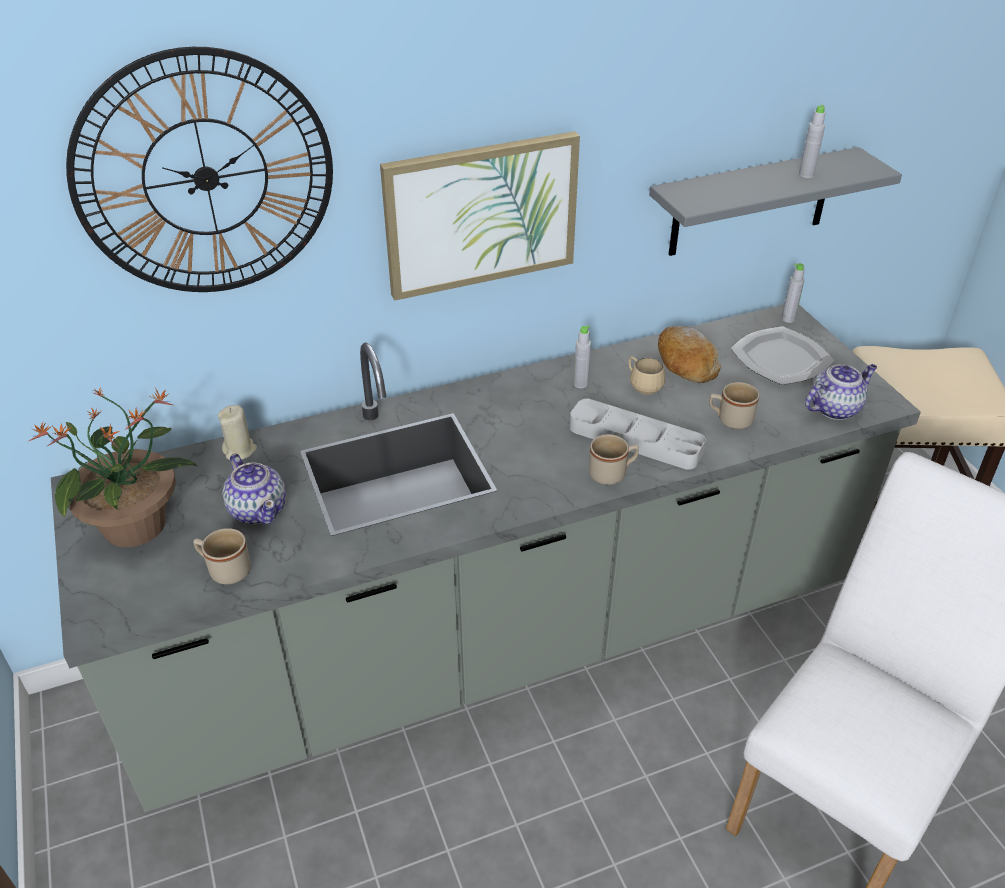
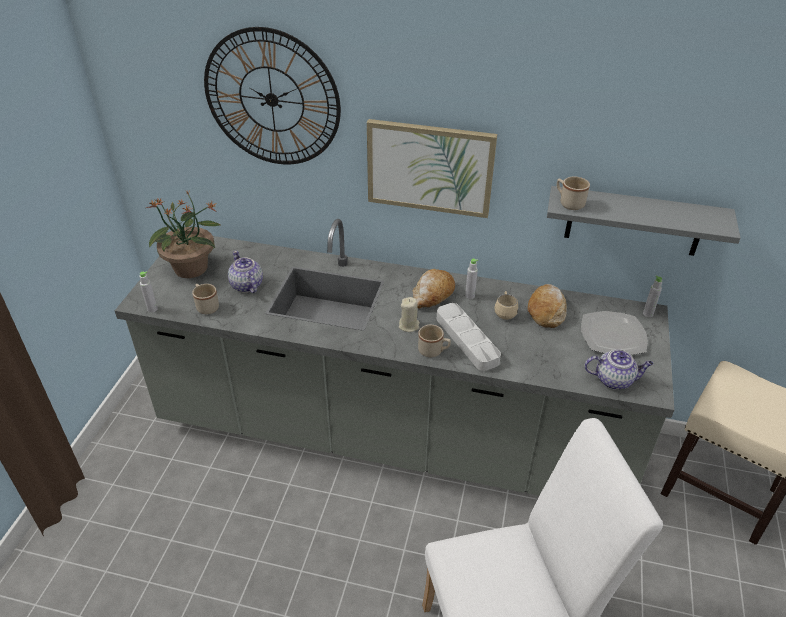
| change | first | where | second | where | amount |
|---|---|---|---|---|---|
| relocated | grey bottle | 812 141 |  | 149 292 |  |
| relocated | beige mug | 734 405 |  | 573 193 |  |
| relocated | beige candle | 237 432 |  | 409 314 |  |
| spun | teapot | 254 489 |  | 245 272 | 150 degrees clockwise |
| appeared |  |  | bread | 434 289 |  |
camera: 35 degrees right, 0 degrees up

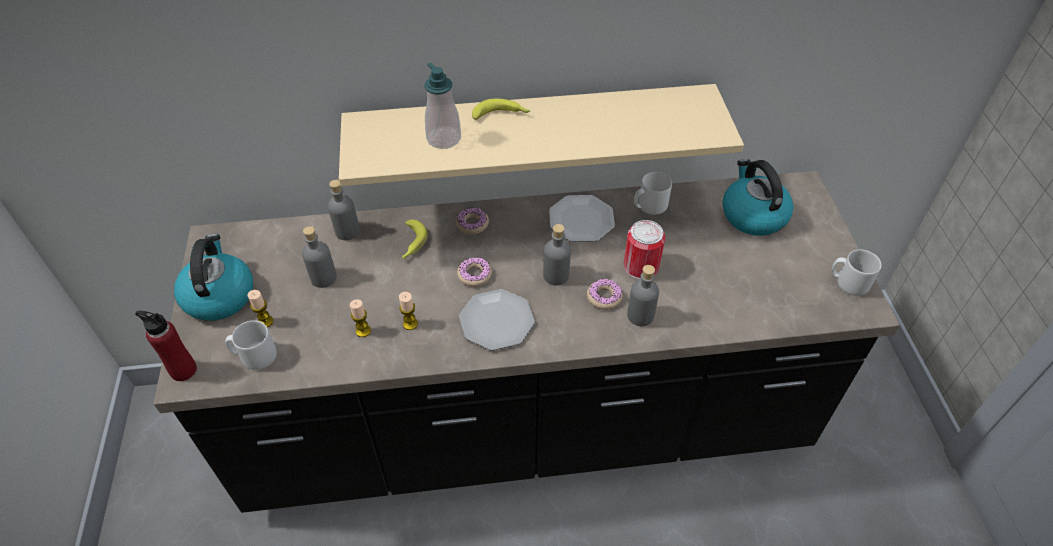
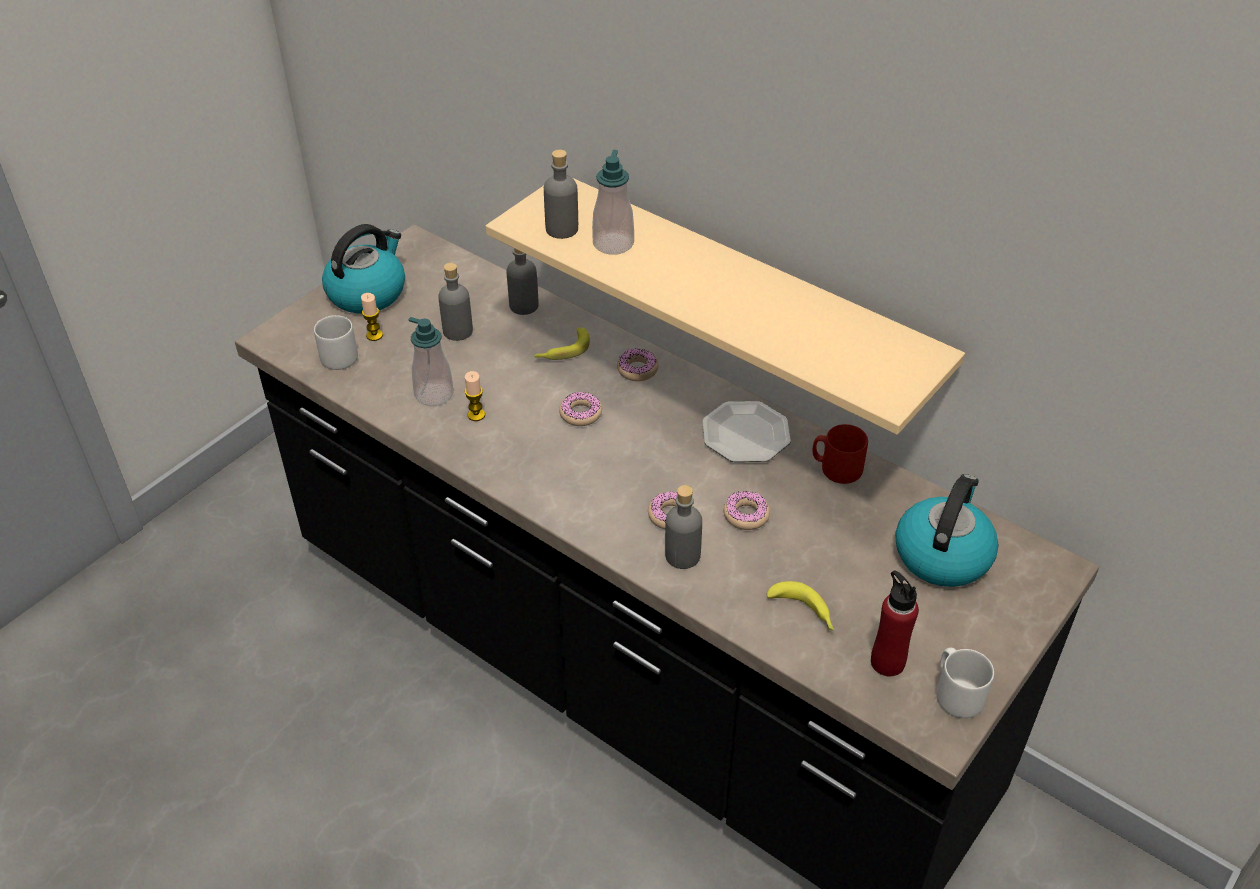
| change | first | where | second | where | amount |
|---|---|---|---|---|---|
| relocated | banana | 501 109 |  | 800 605 |  |
| colour | white mug | 653 193 | red mug | 840 454 |  |
| exchanged | can | 644 249 | donut | 747 510 |  |
| relocated | grey bottle | 557 254 |  | 561 194 |  |
| missing | plate | 497 319 |  |  |  |
| exchanged | candle | 360 318 | soap dispenser | 431 361 |  |
| relocated | red bottle | 166 346 |  | 895 624 |  |
camera: 45 degrees right, 5 degrees down

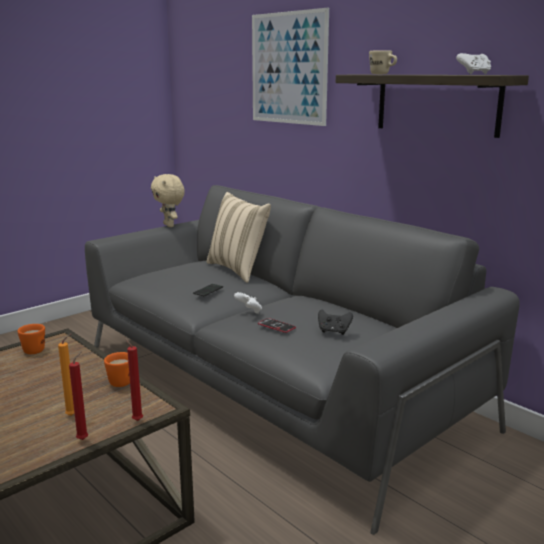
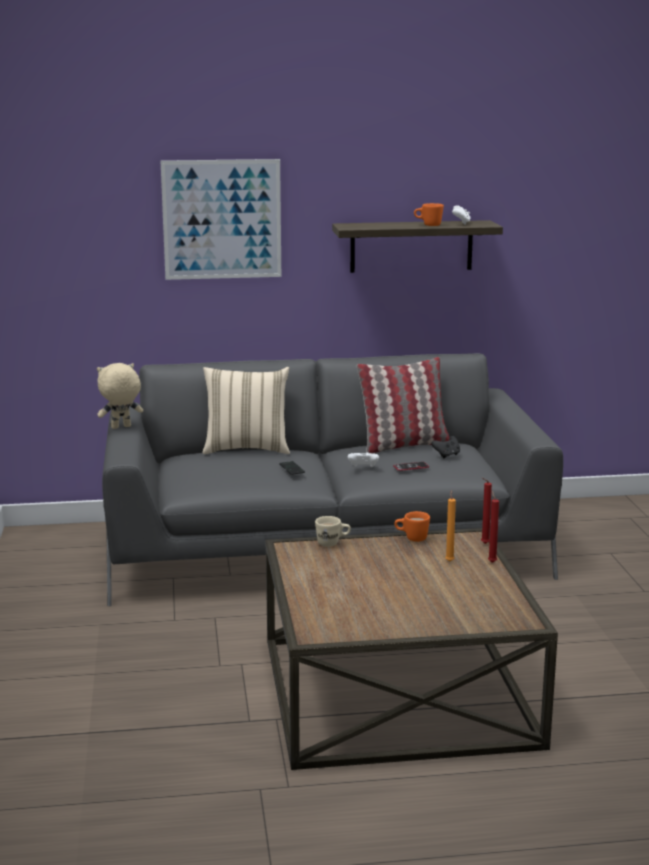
| change | first | where | second | where | amount |
|---|---|---|---|---|---|
| relocated | beige mug | 383 62 |  | 333 531 |  |
| spun | beige plush toy | 168 200 |  | 120 396 | 150 degrees clockwise |
| relocated | orange mug | 31 339 |  | 429 214 |  |
| appeared |  |  | pillow | 403 405 |  |
camera: 55 degrees left, 0 degrees up

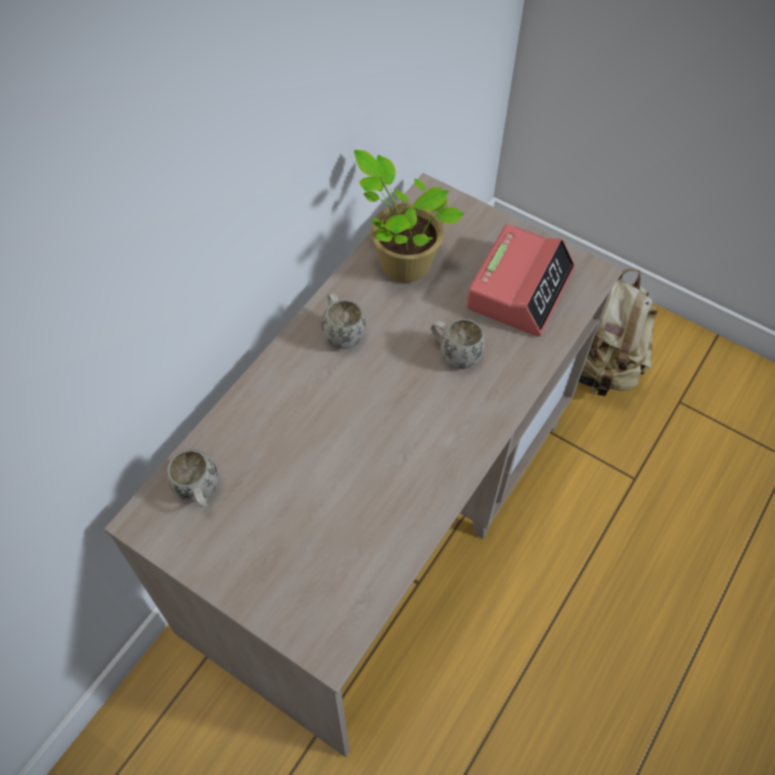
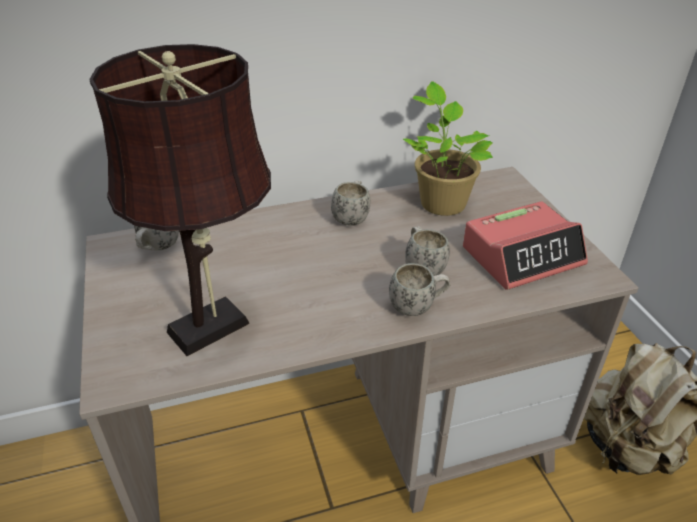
| change | first | where | second | where | amount |
|---|---|---|---|---|---|
| appeared |  |  | brown table lamp | 180 200 |  |
| appeared |  |  | white mug | 419 289 |  |
camera: 40 degrees right, 20 degrees down

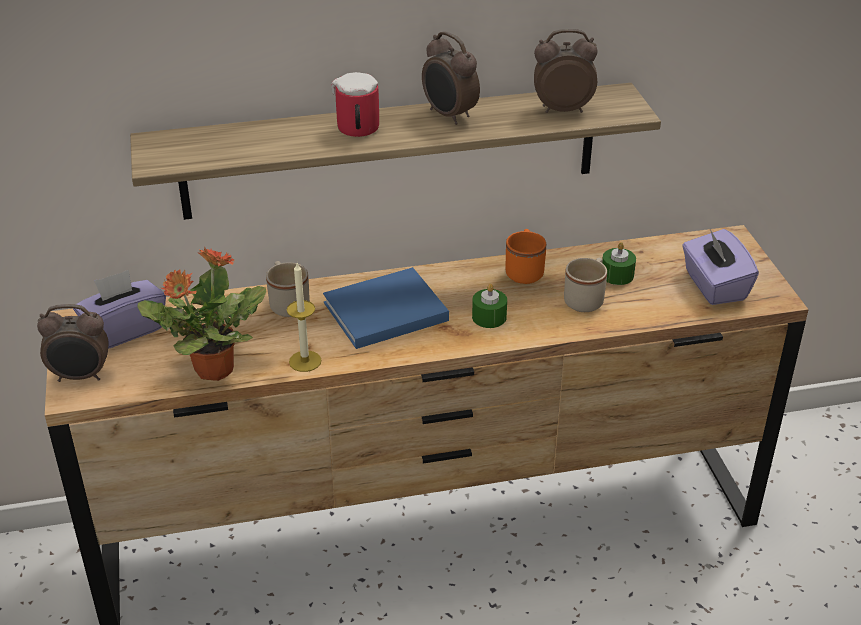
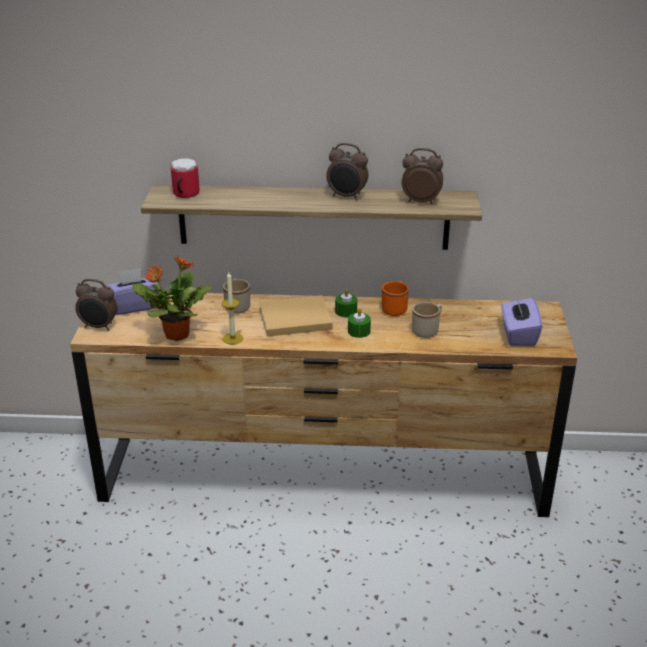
| change | first | where | second | where | amount |
|---|---|---|---|---|---|
| spun | alarm clock | 451 78 |  | 347 171 | 45 degrees counterclockwise |
| relocated | mug | 355 104 |  | 184 178 |  |
| relocated | green candle | 619 263 |  | 346 303 |  |
| colour | blue book | 386 308 | beige book | 296 316 |  |
camera: 15 degrees right, 5 degrees down

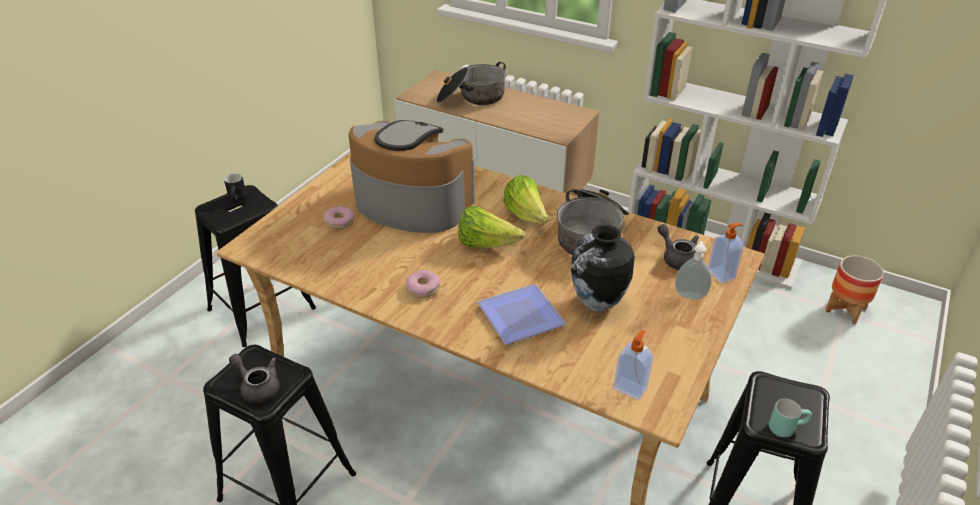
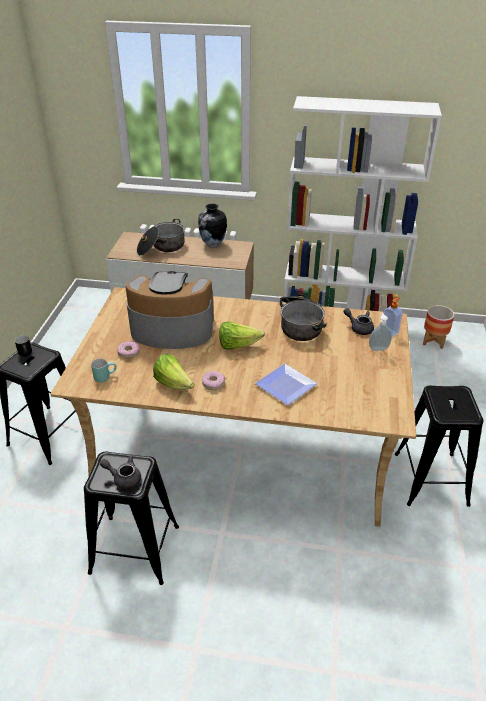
| change | first | where | second | where | amount |
|---|---|---|---|---|---|
| relocated | lettuce | 526 199 |  | 173 371 |  |
| relocated | vase | 603 268 |  | 212 226 |  |
| missing | soap dispenser | 633 365 |  |  |  |
| relocated | turquoise mug | 790 418 |  | 103 370 |  |
camera: 20 degrees left, 0 degrees up

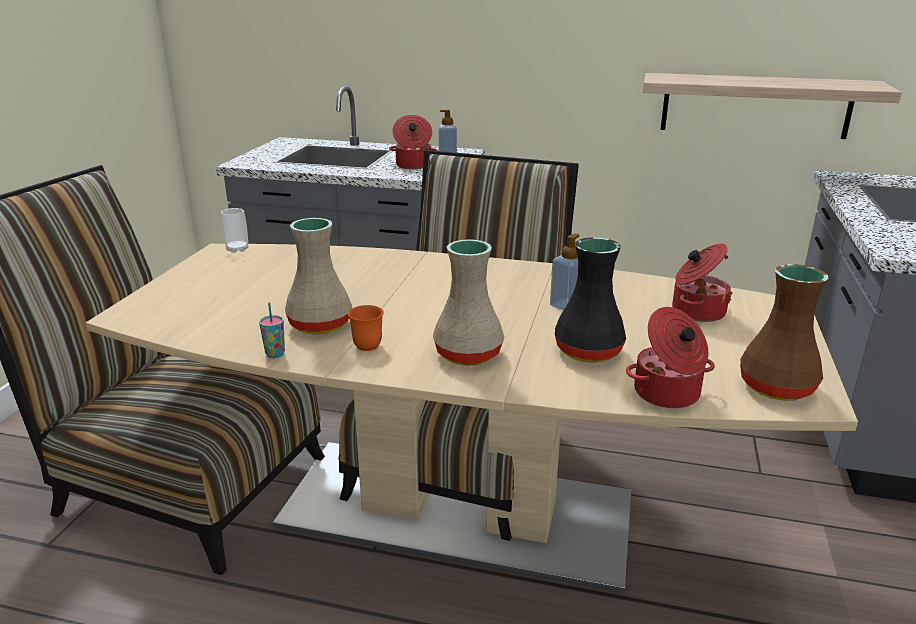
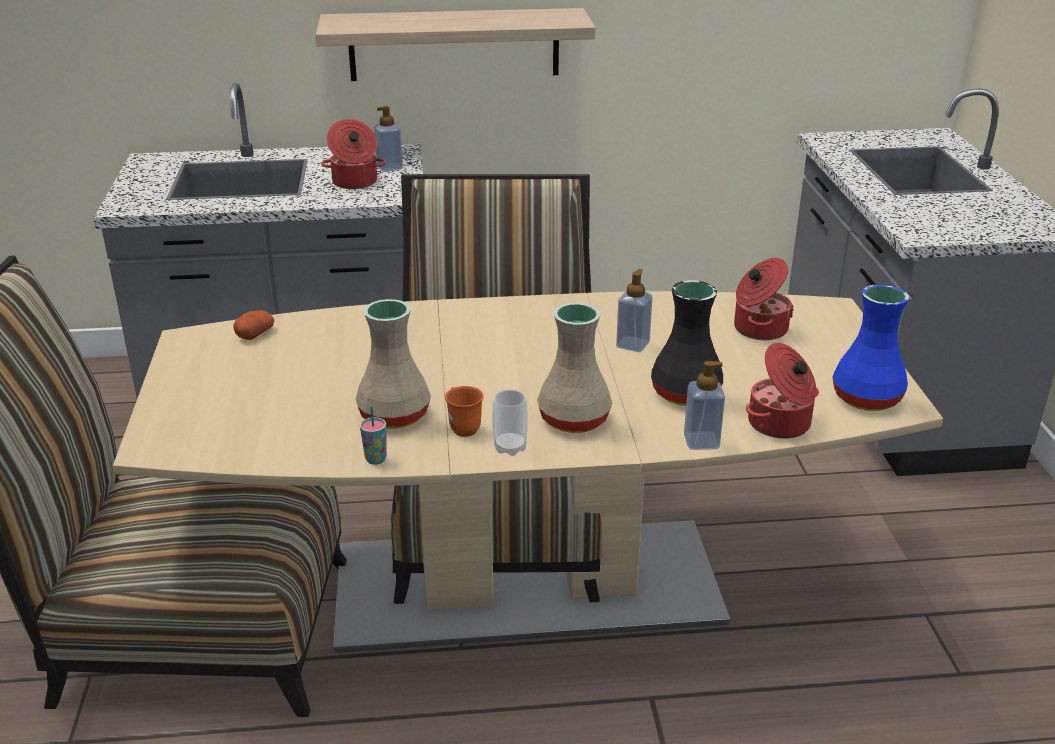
| change | first | where | second | where | amount |
|---|---|---|---|---|---|
| relocated | shelf | 772 106 |  | 456 44 |  |
| relocated | cup | 234 230 |  | 510 422 |  |
| colour | brown vase | 784 332 | blue vase | 870 348 |  |
| appeared |  |  | potato | 253 325 |  |
| appeared |  |  | soap dispenser | 704 405 |  |
camera: 20 degrees left, 5 degrees up

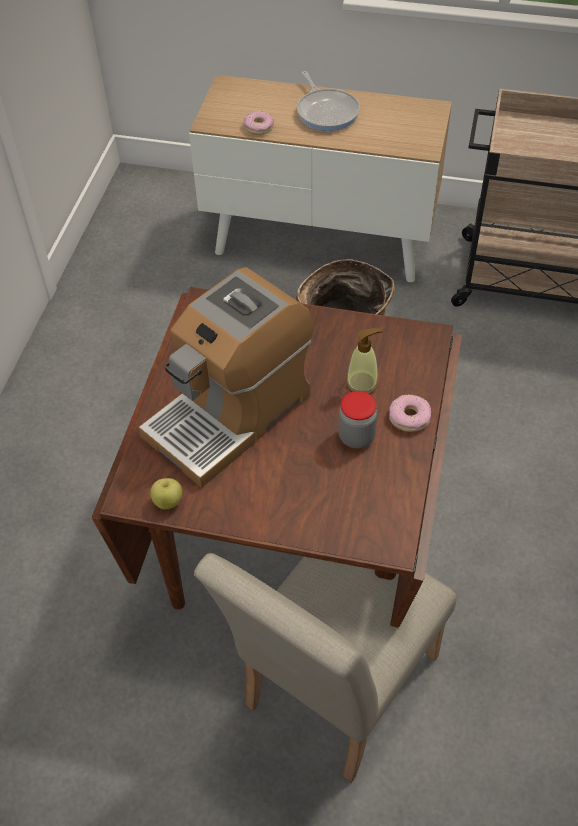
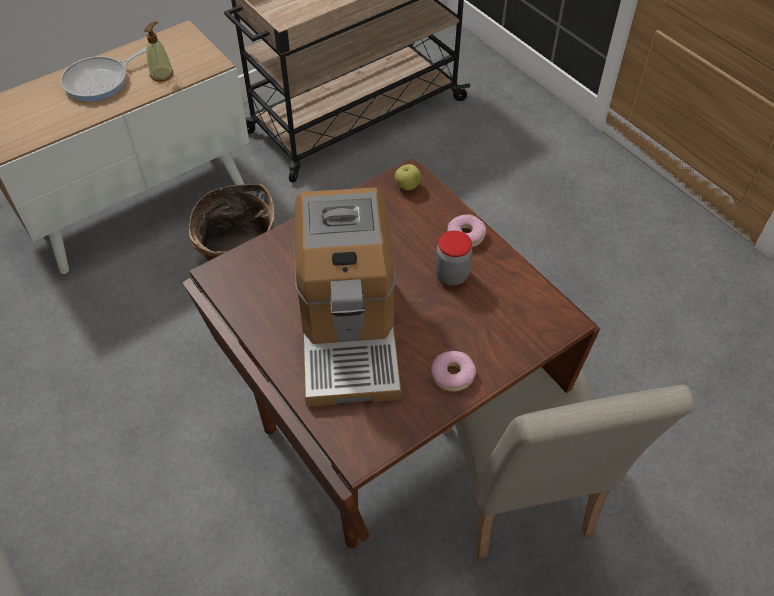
| change | first | where | second | where | amount |
|---|---|---|---|---|---|
| spun | frying pan | 328 101 |  | 104 74 | 120 degrees clockwise |
| relocated | donut | 258 123 |  | 453 371 |  |
| relocated | soap dispenser | 364 361 |  | 158 51 |  |
| relocated | apple | 166 493 |  | 408 177 |  |
camera: 50 degrees left, 0 degrees up

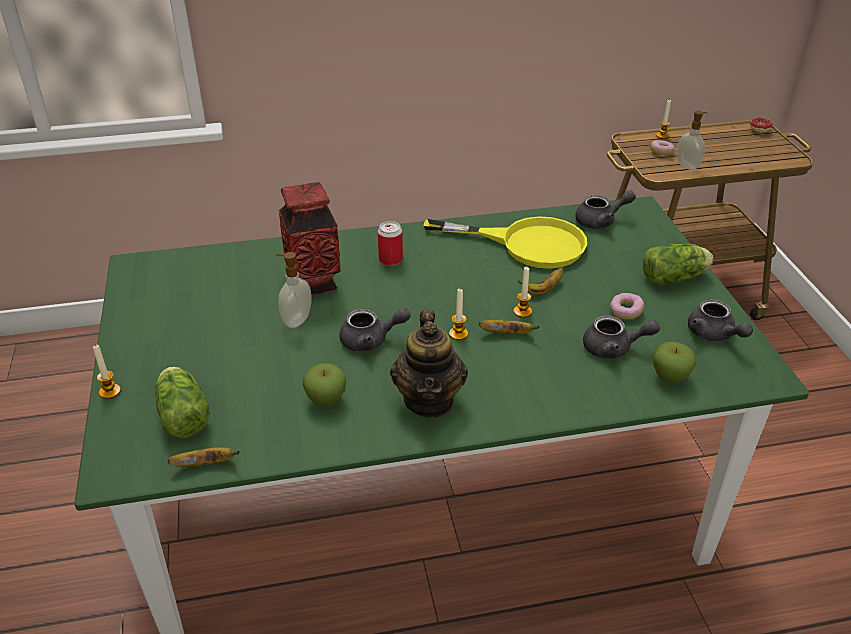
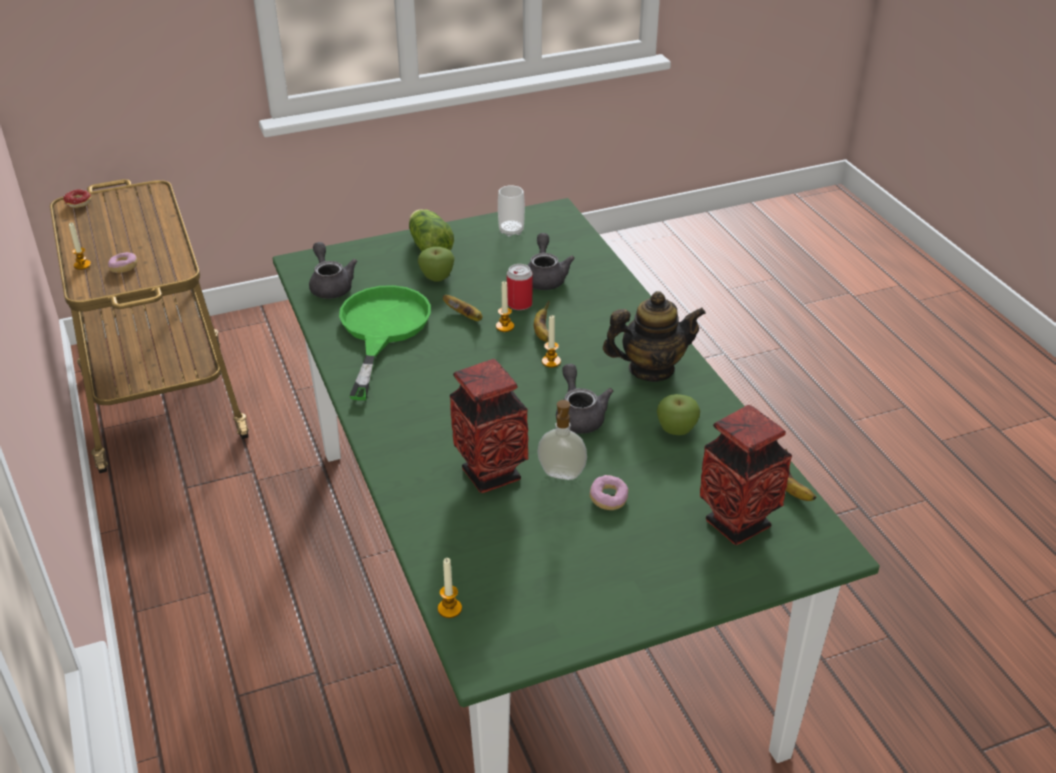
| change | first | where | second | where | amount |
|---|---|---|---|---|---|
| missing | soap dispenser | 692 140 |  |  |  |
| colour | yellow frying pan | 505 242 | green frying pan | 385 342 |  |
| relocated | can | 390 243 |  | 519 287 |  |
| relocated | donut | 627 306 |  | 609 492 |  |
| exchanged | grey teapot | 720 320 | cup | 511 211 |  |
| relocated | apple | 674 362 |  | 436 264 |  |
| relocated | candle | 107 372 |  | 450 588 |  |
| exchanged | lettuce | 182 402 | vase | 746 475 |  |
camera: 100 degrees left, 0 degrees up

